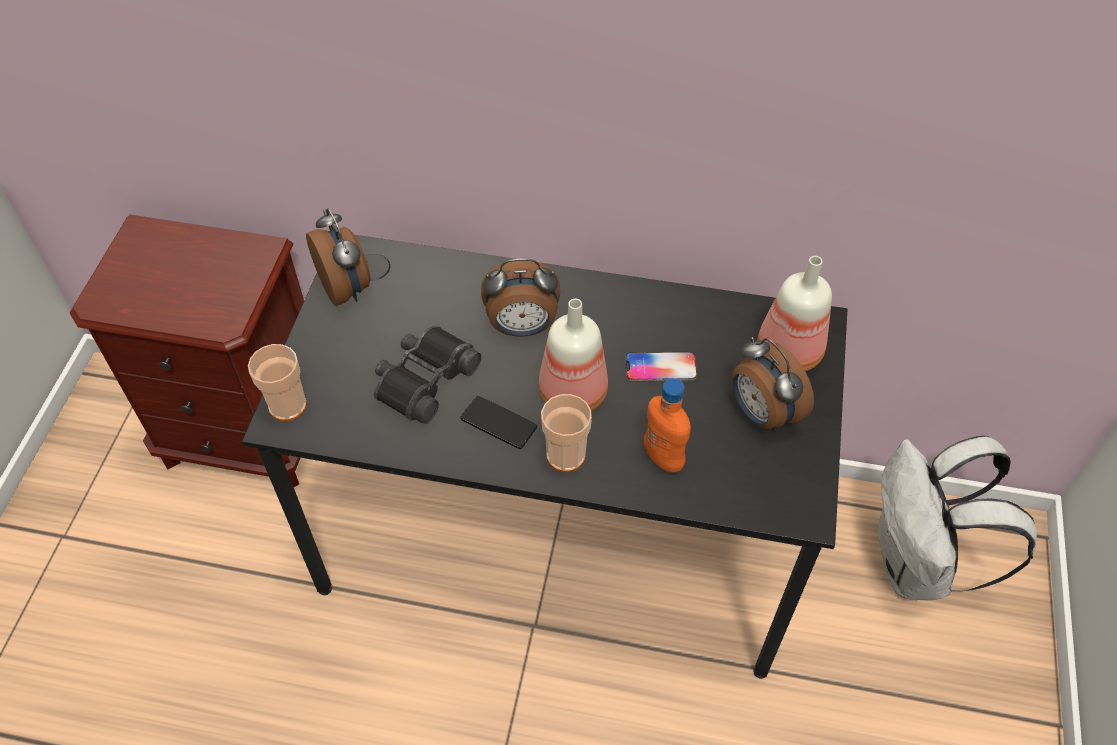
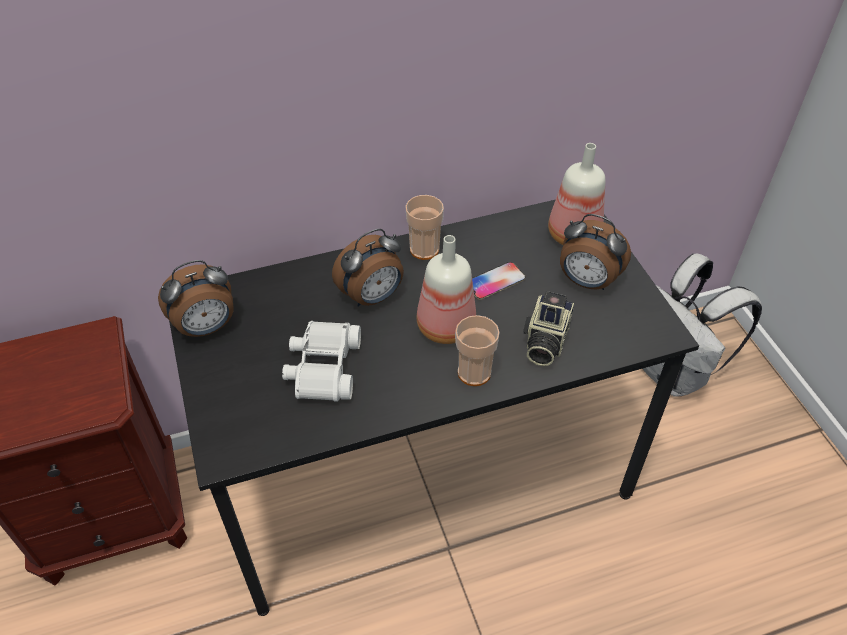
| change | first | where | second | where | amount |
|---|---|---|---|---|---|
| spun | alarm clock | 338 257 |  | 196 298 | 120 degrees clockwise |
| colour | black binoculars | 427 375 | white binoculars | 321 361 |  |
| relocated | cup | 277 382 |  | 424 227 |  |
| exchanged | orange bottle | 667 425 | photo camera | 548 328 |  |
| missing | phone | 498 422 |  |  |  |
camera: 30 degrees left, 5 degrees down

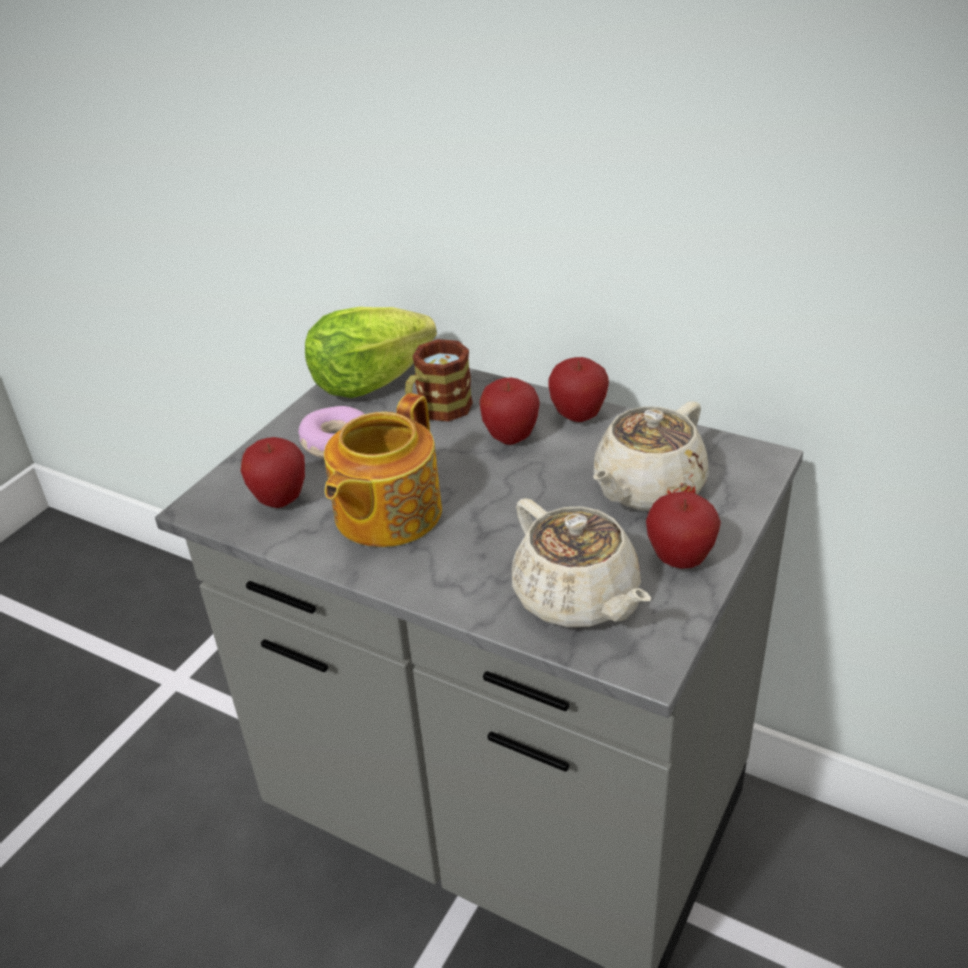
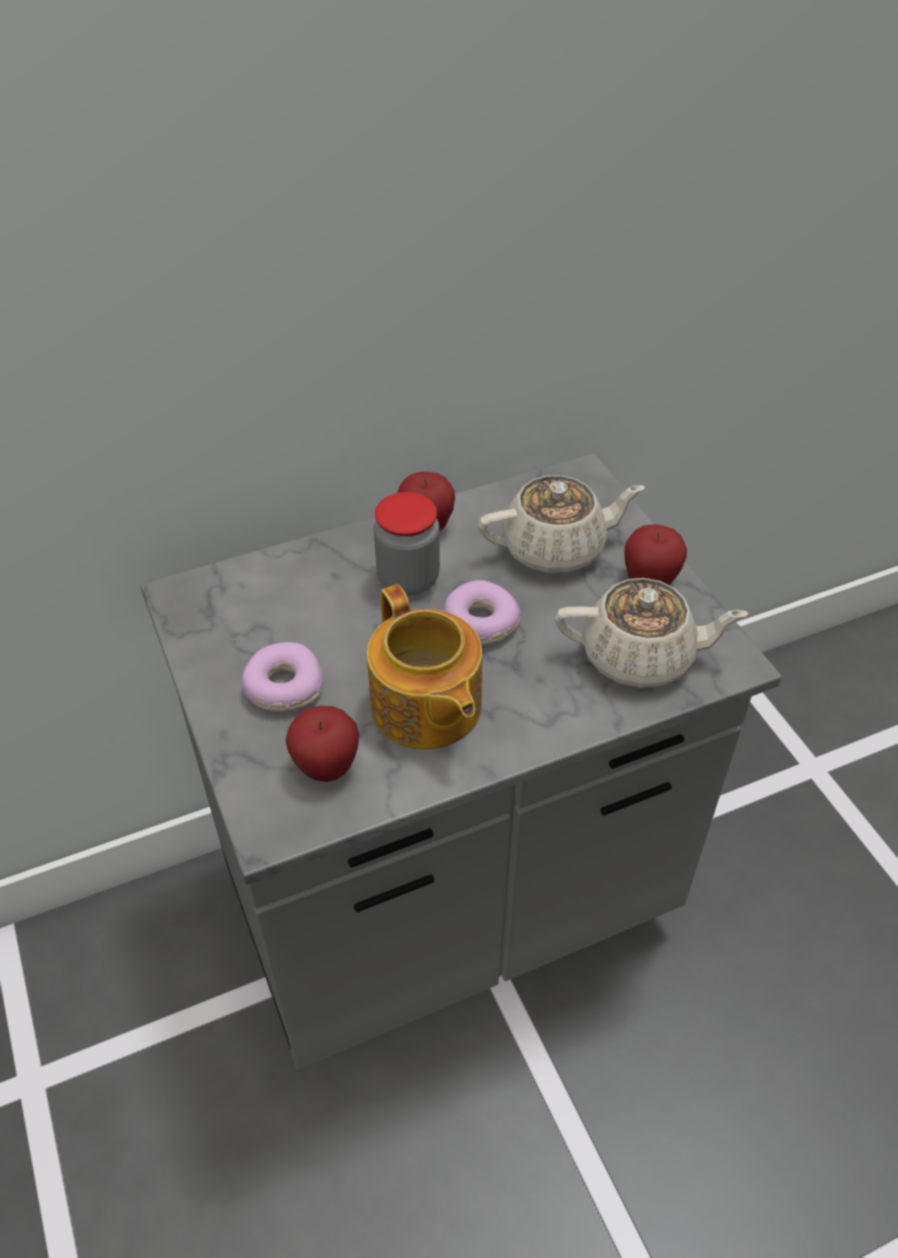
| change | first | where | second | where | amount |
|---|---|---|---|---|---|
| missing | lettuce | 371 352 |  |  |  |
| missing | mug | 439 380 |  |  |  |
| exchanged | apple | 510 411 | jar | 407 544 |  |
| spun | beige teapot | 651 456 |  | 561 524 | 90 degrees counterclockwise |
| appeared |  |  | donut | 482 612 |  |
camera: 55 degrees left, 10 degrees up

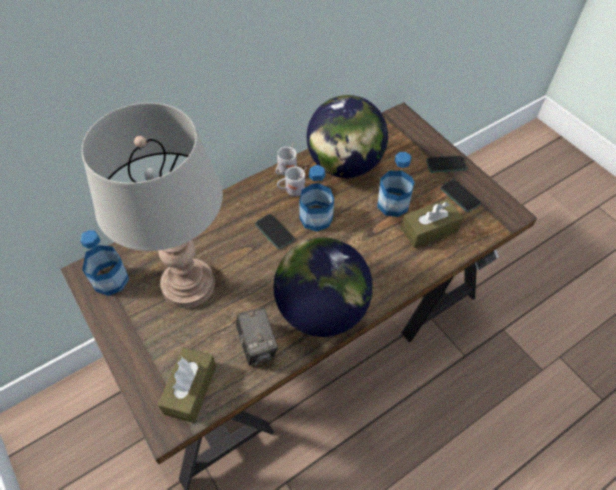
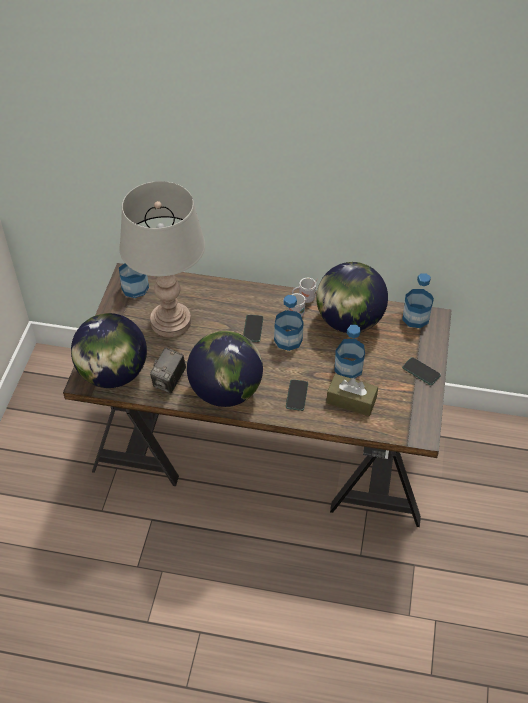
| change | first | where | second | where | amount |
|---|---|---|---|---|---|
| relocated | phone | 460 195 |  | 297 395 |  |
| exchanged | brown tissue box | 187 385 | globe | 109 350 |  |
| appeared |  |  | bottle | 418 300 |  |
camera: 45 degrees right, 5 degrees down

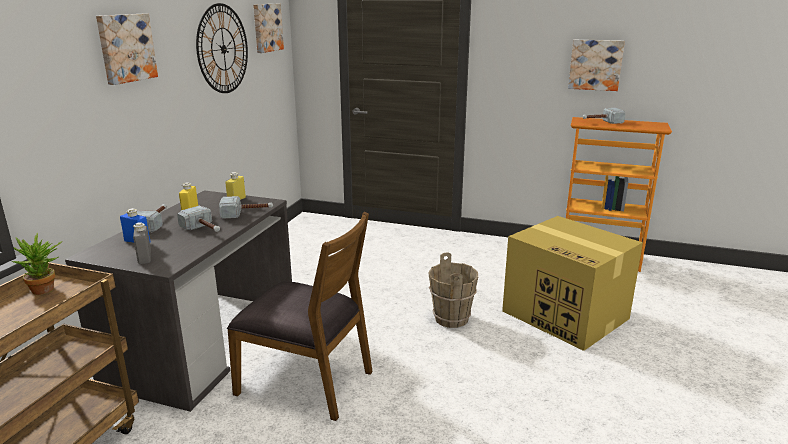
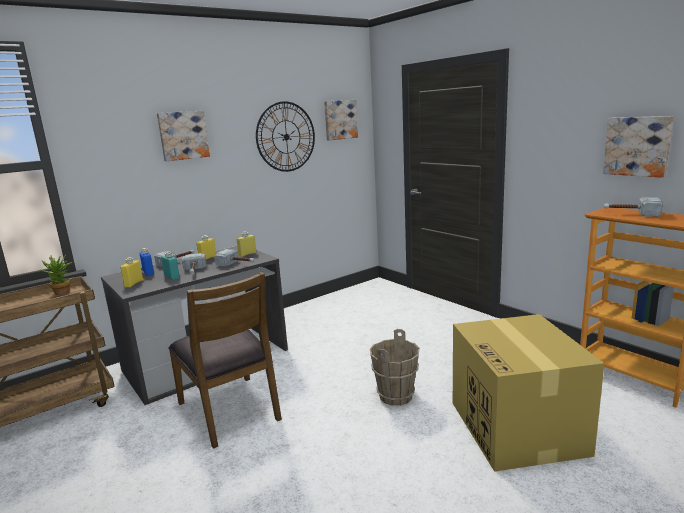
| change | first | where | second | where | amount |
|---|---|---|---|---|---|
| colour | grey bottle | 142 243 | yellow bottle | 131 272 |  |
| appeared |  |  | turquoise bottle | 170 265 |  |
camera: 35 degrees right, 5 degrees down

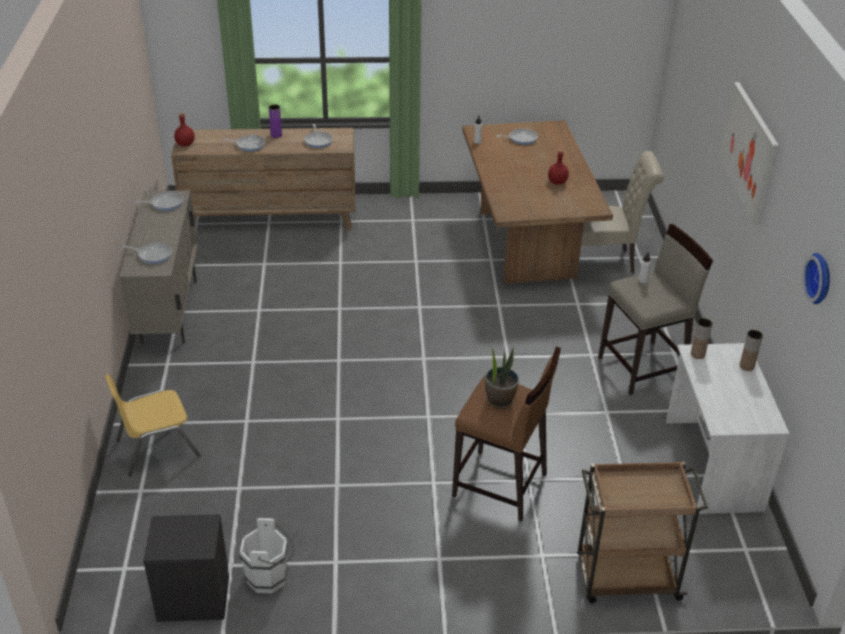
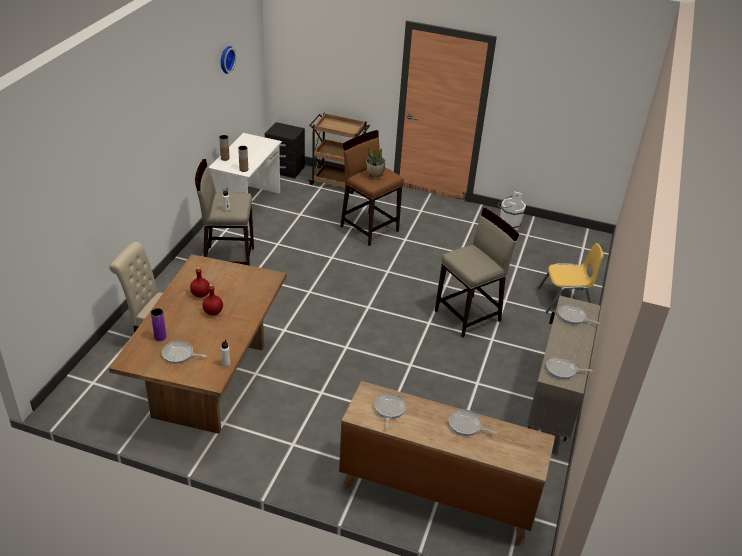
| change | first | where | second | where | amount |
|---|---|---|---|---|---|
| missing | picture | 749 153 |  |  |  |
| relocated | purple vase | 275 121 |  | 158 324 |  |
| relocated | red bottle | 184 129 |  | 213 300 |  |
| relocated | black nightstand | 186 568 |  | 285 150 |  |
| appeared |  |  | beige stool | 477 272 |  |
camera: 160 degrees left, 0 degrees up

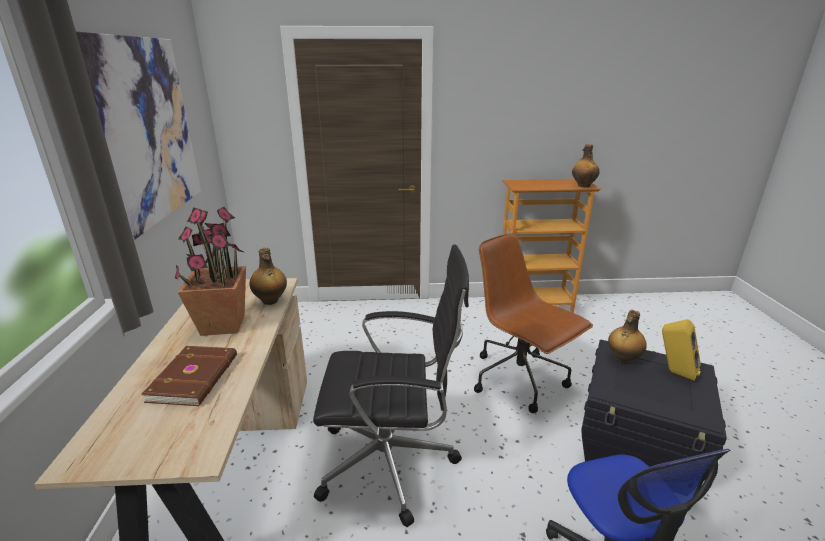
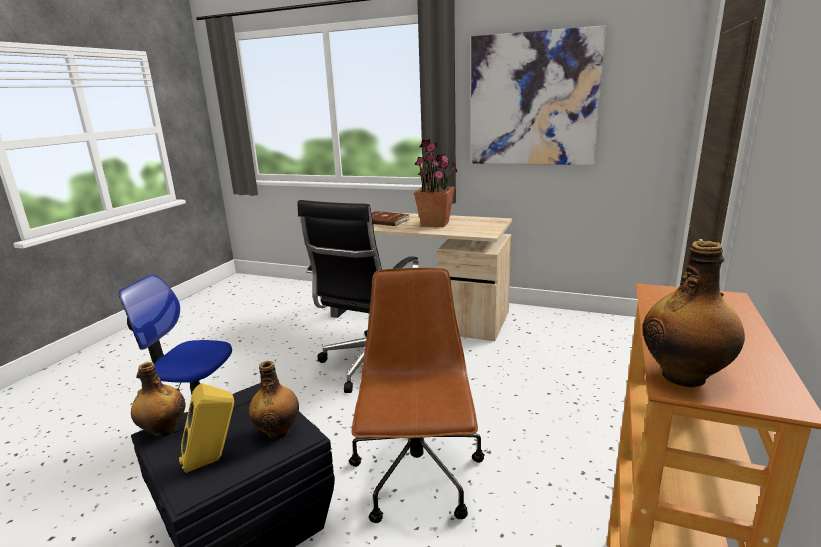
| change | first | where | second | where | amount |
|---|---|---|---|---|---|
| spun | brown office chair | 533 323 |  | 417 395 | 75 degrees counterclockwise |
| relocated | bottle | 268 276 |  | 158 399 |  |
camera: 115 degrees right, 5 degrees down

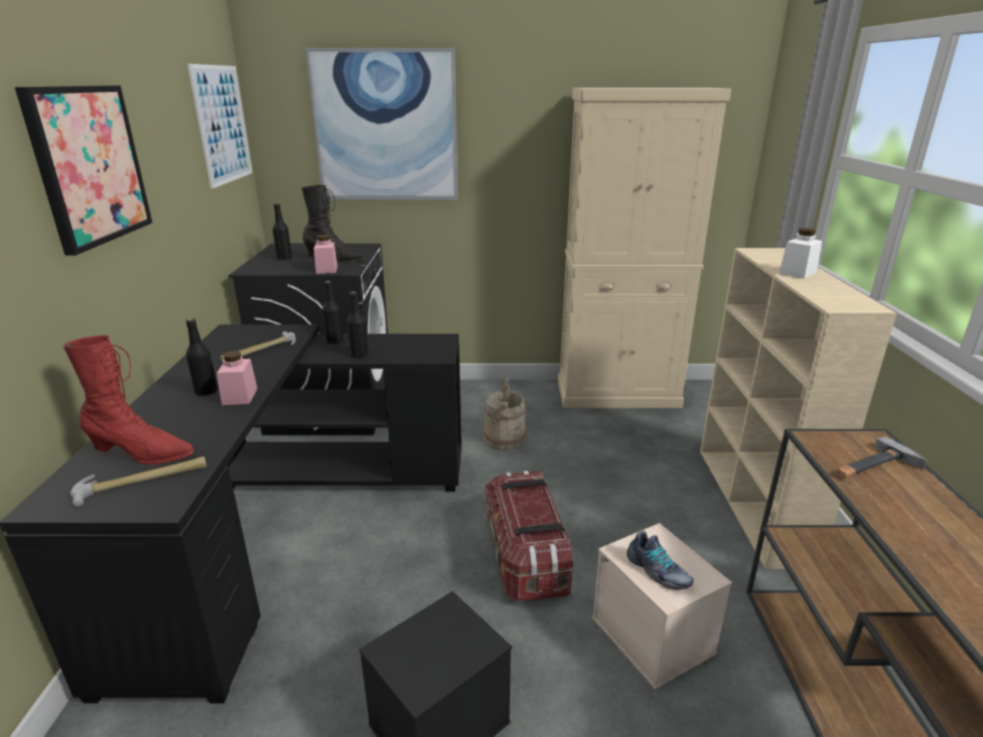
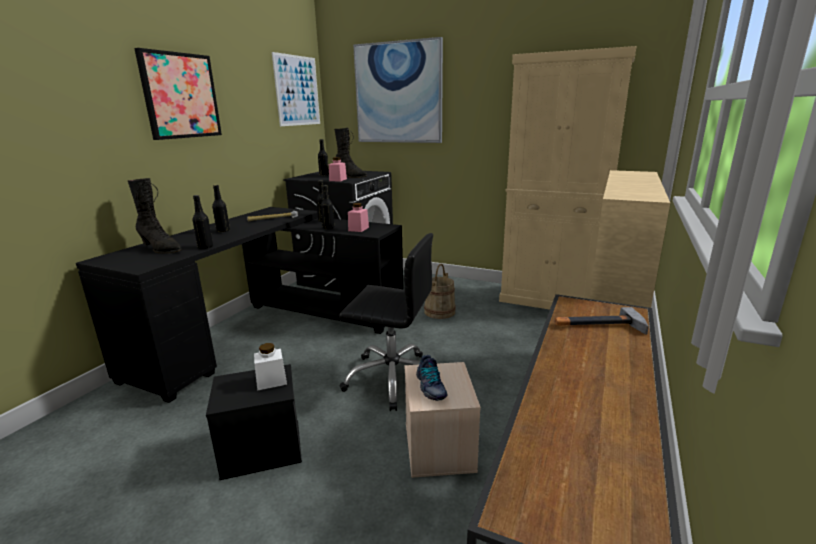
| change | first | where | second | where | amount |
|---|---|---|---|---|---|
| relocated | white jar | 800 253 |  | 270 367 |  |
| colour | red boot | 128 400 | black boot | 155 216 |  |
| relocated | pink jar | 237 378 |  | 358 217 |  |
| missing | hammer | 138 481 |  |  |  |
| exchanged | storage box | 529 536 | black office chair | 386 322 |  |
| appeared |  |  | black bottle | 202 222 |  |
camera: 25 degrees right, 5 degrees down

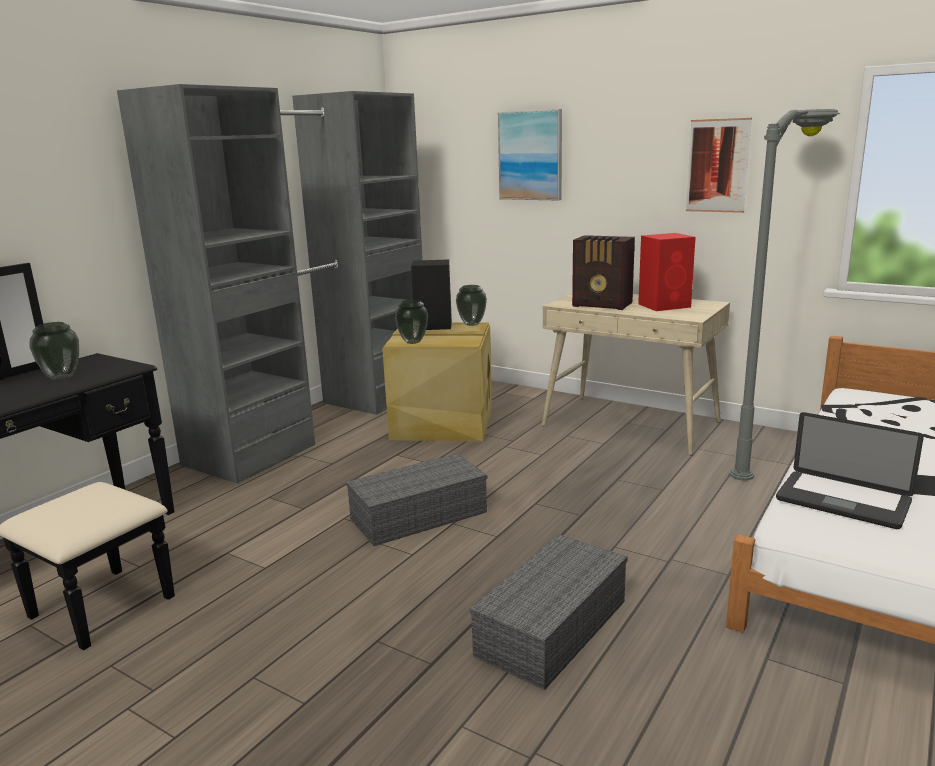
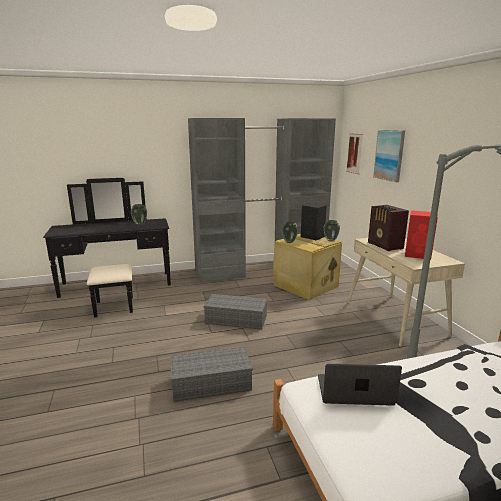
| change | first | where | second | where | amount |
|---|---|---|---|---|---|
| relocated | picture | 719 165 |  | 354 154 |  |
| spun | laptop | 850 470 |  | 360 385 | 105 degrees clockwise |
camera: 40 degrees right, 0 degrees up

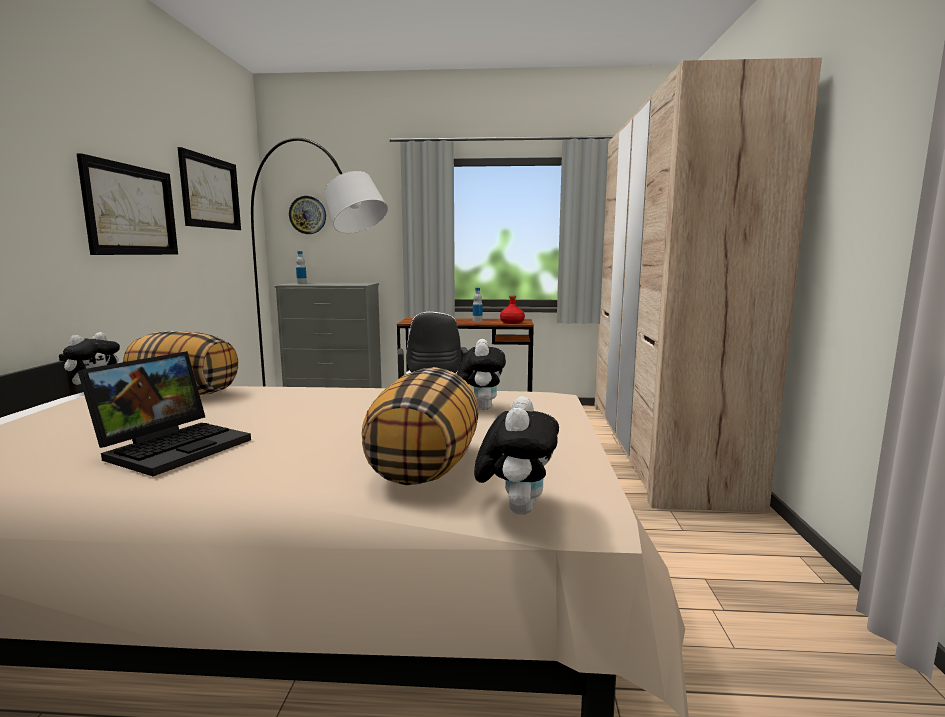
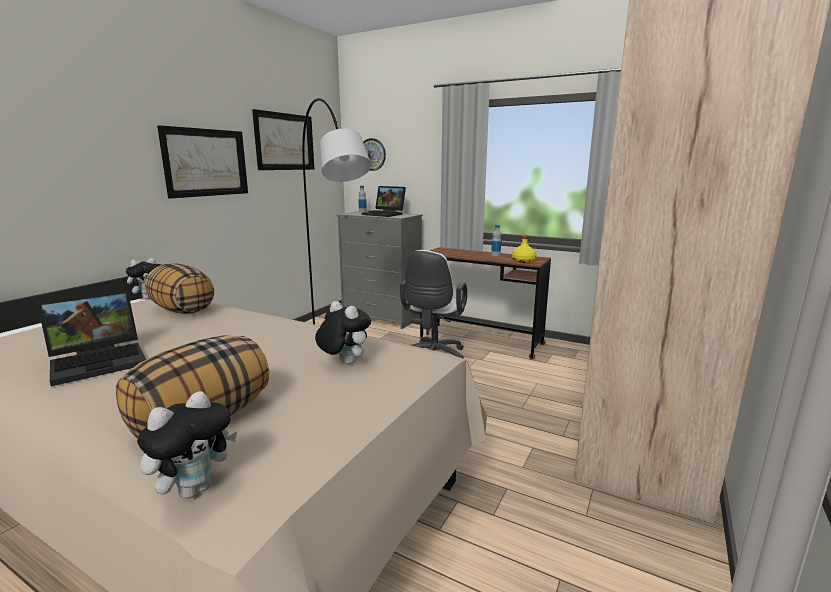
| change | first | where | second | where | amount |
|---|---|---|---|---|---|
| colour | red bottle | 512 309 | yellow bottle | 524 249 |  |
| spun | plush toy | 481 374 |  | 343 332 | 75 degrees counterclockwise |
| appeared |  |  | laptop | 384 201 |  |
camera: 25 degrees right, 5 degrees up

